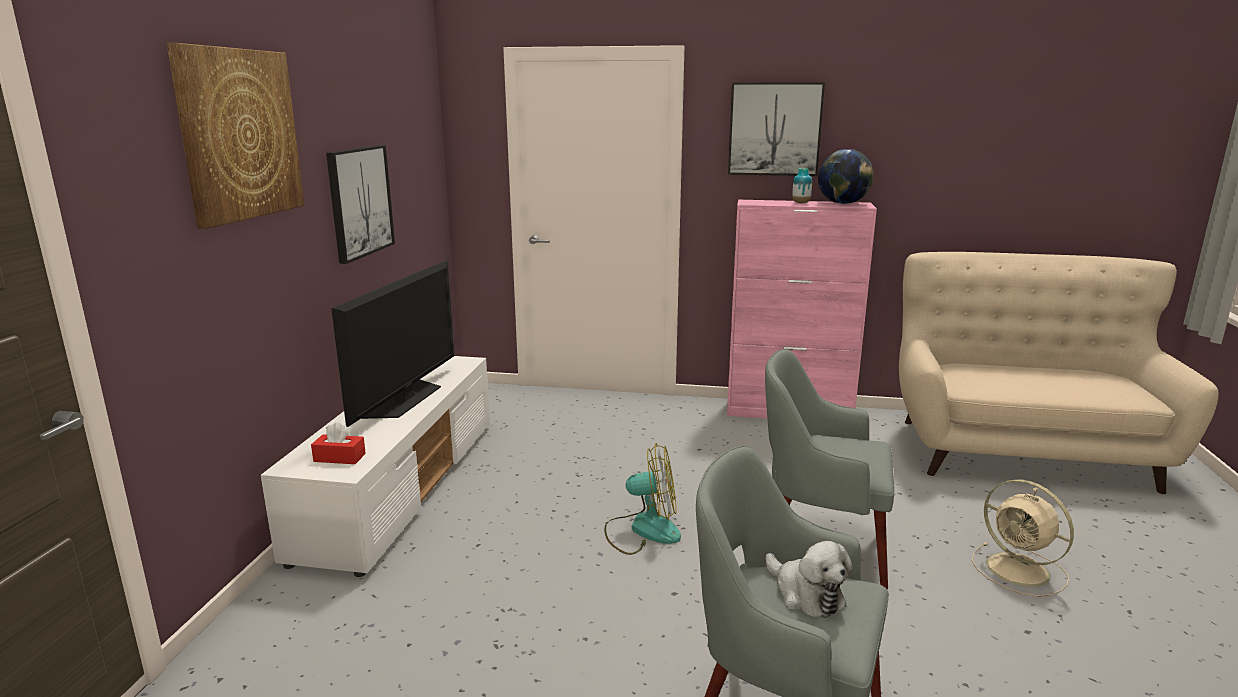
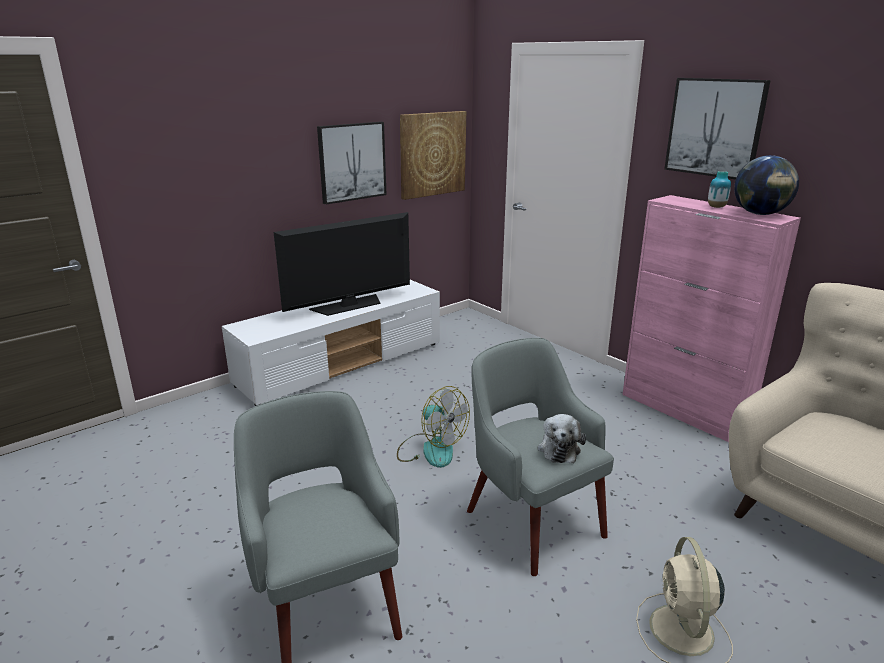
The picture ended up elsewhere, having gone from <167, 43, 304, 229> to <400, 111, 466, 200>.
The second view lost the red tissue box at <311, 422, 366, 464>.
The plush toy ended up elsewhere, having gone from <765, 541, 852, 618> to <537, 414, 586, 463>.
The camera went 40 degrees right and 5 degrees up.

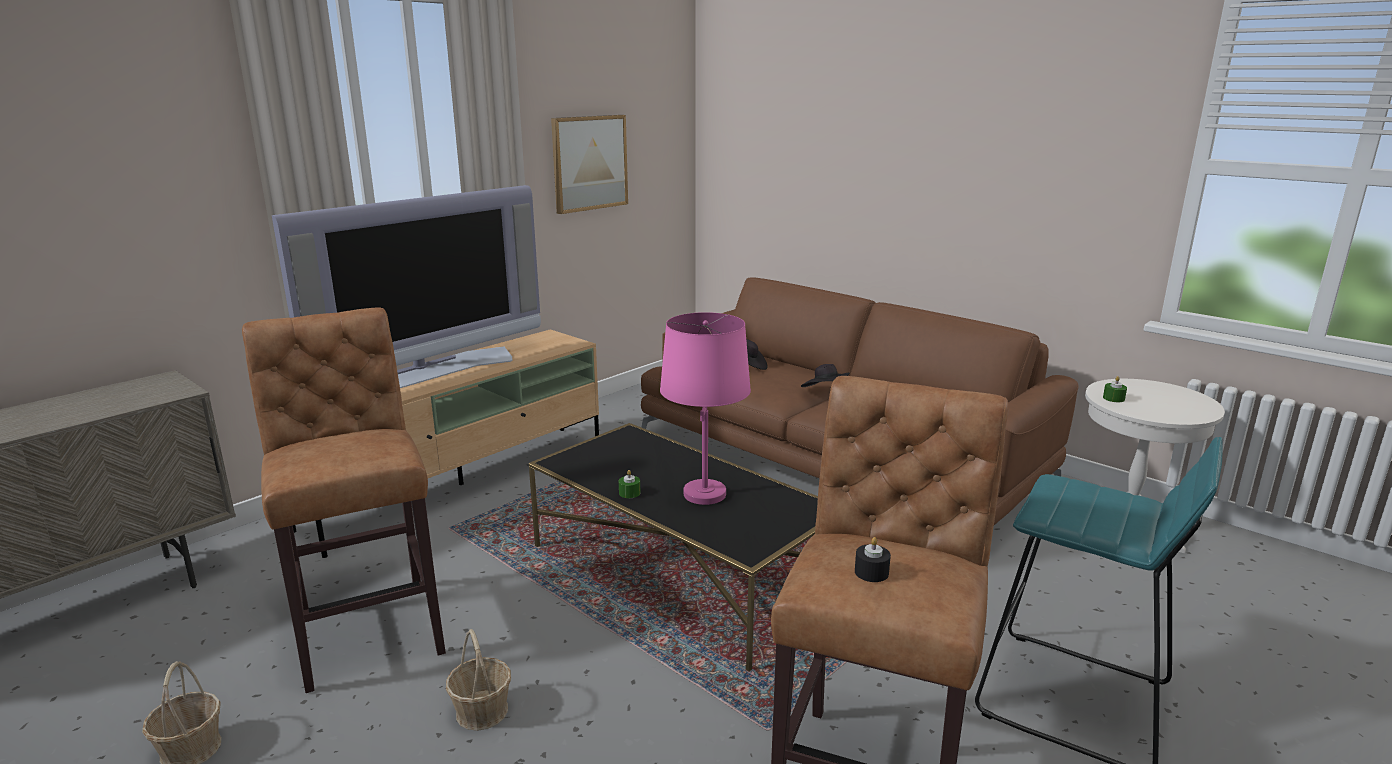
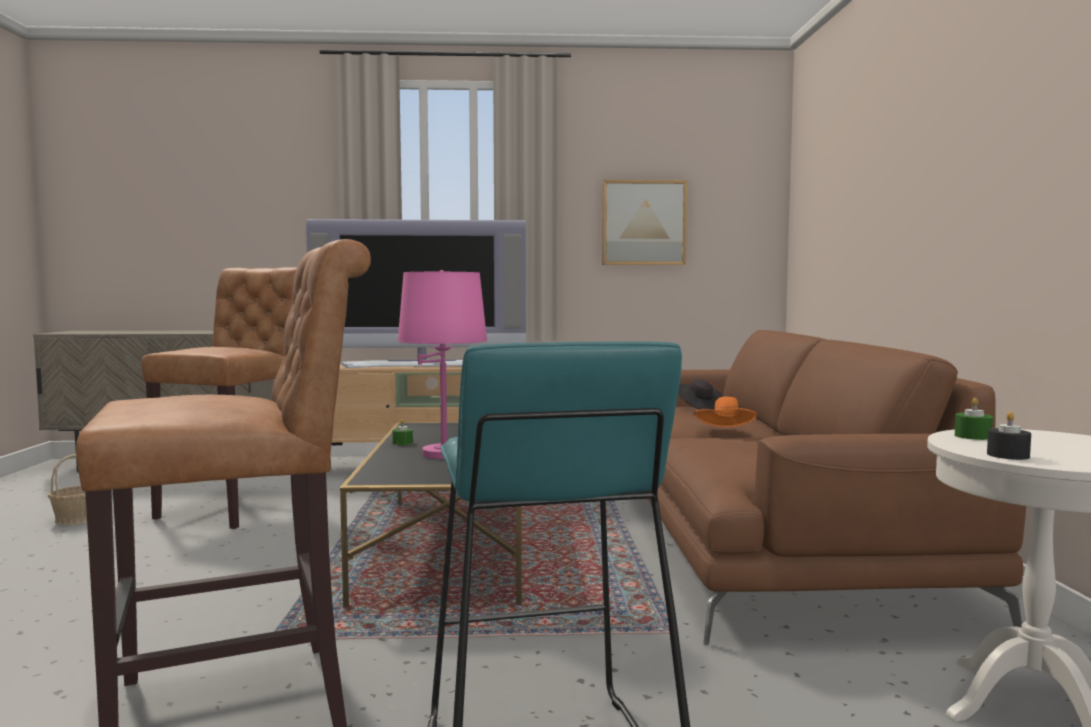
The second view lost the basket at <446, 629, 511, 731>.
What was the black hat at <801, 364, 850, 387> turned into the orange hat at <695, 397, 757, 427>.
The black candle ended up elsewhere, having gone from <855, 537, 891, 582> to <987, 412, 1031, 460>.
The camera went 45 degrees right and 15 degrees down.

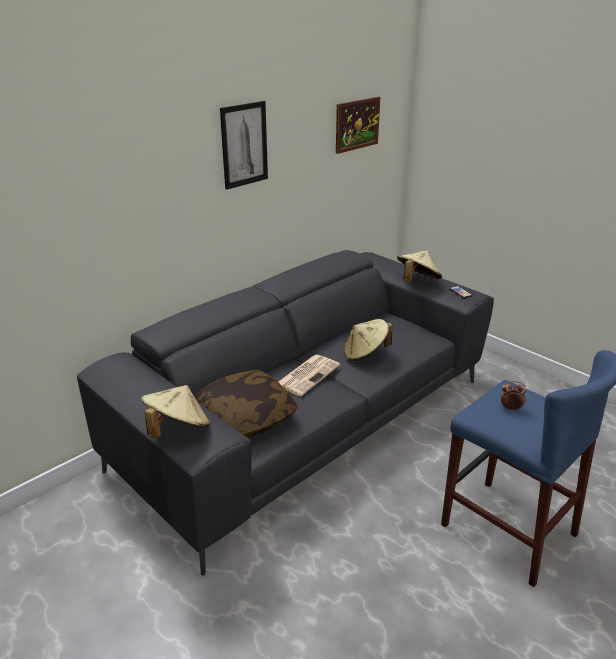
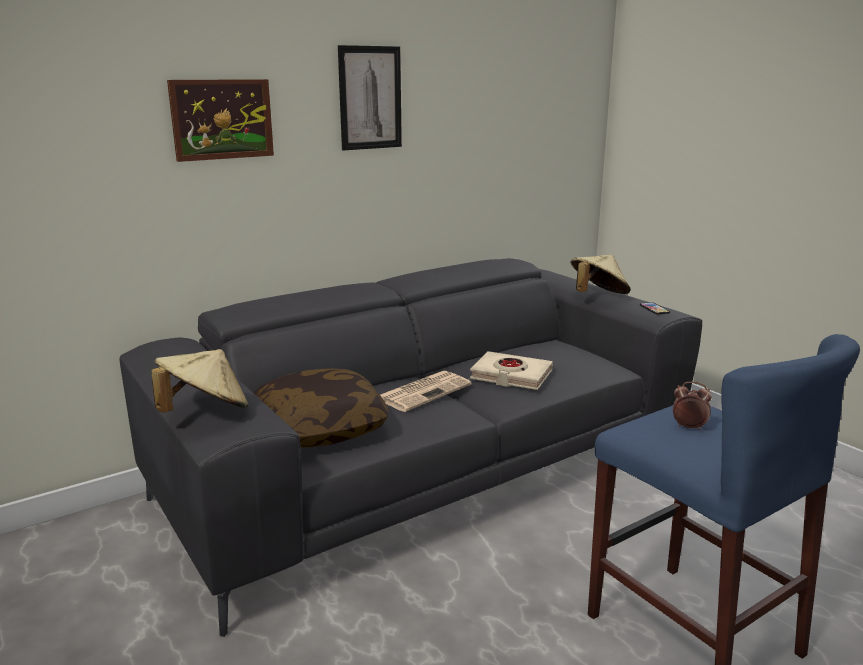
The picture ended up elsewhere, having gone from <336, 97, 380, 154> to <167, 79, 274, 162>.
Where the beige hat stood at <344, 319, 393, 361>, the beige book came to stand at <470, 351, 553, 390>.
The camera went 10 degrees right and 10 degrees down.

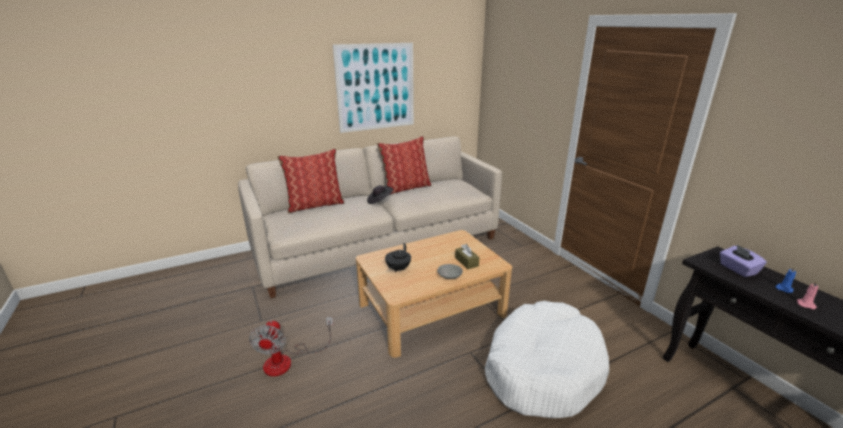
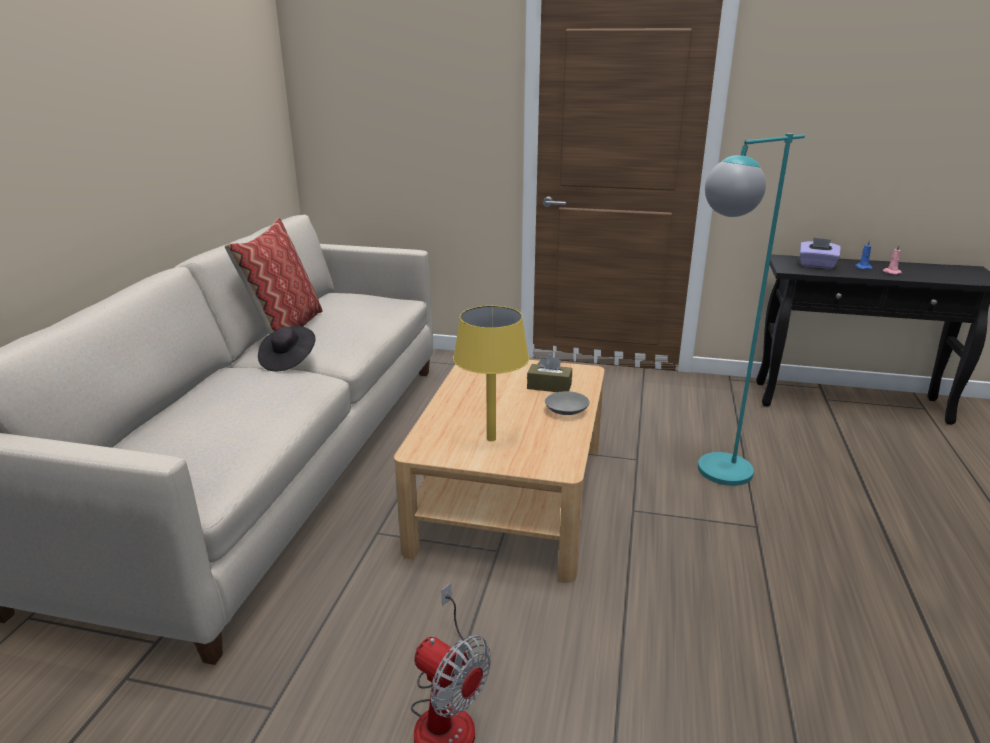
The second view lost the pillow at <277, 148, 344, 213>.
The second view lost the picture at <333, 43, 414, 133>.
Where the black teapot stood at <385, 243, 411, 273>, the yellow table lamp came to stand at <453, 306, 529, 441>.
Where the white dog bed stood at <485, 301, 609, 418>, the turquoise floor lamp came to stand at <698, 133, 805, 486>.
The camera went 50 degrees left and 0 degrees up.

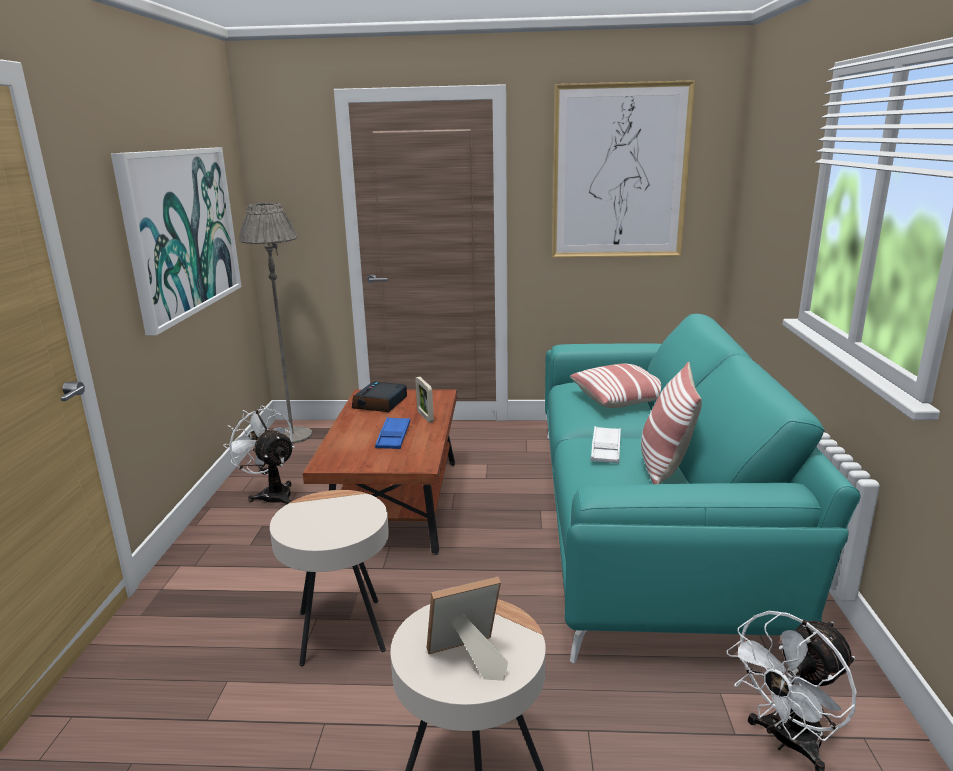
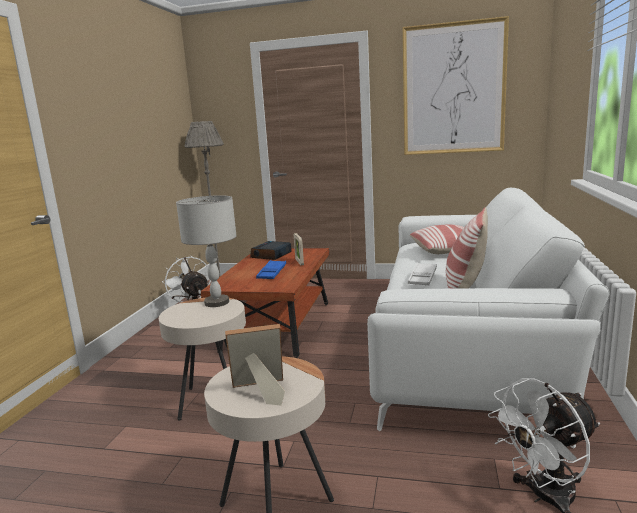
The second view lost the picture at <111, 147, 242, 335>.
What was the turquoise sofa at <545, 314, 861, 664> turned into the white sofa at <367, 188, 610, 448>.
The second view gained the grey table lamp at <176, 195, 237, 307>.
The camera went 10 degrees right and 5 degrees down.

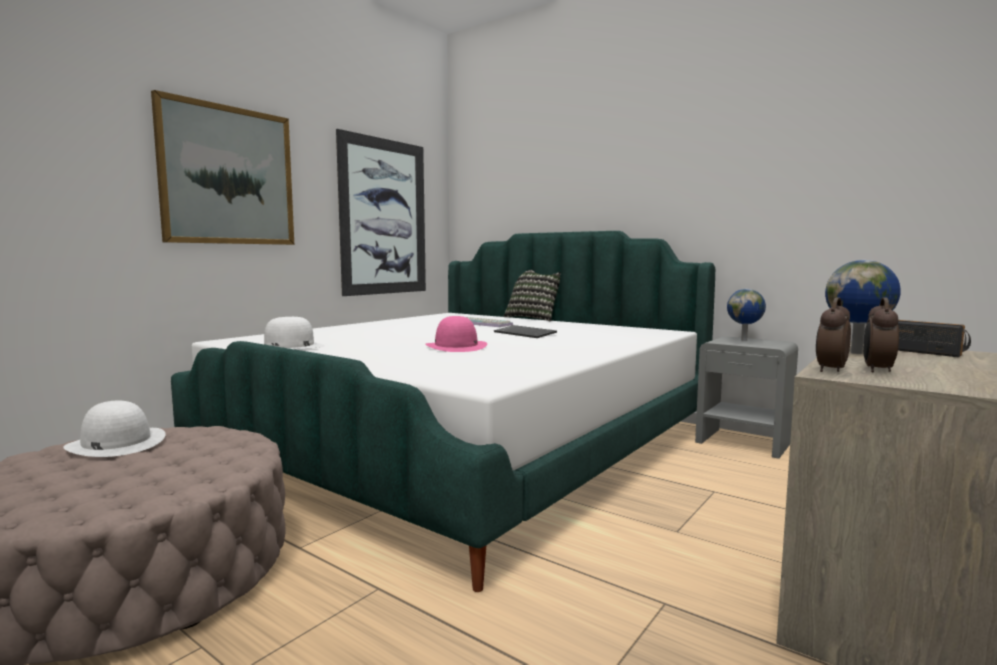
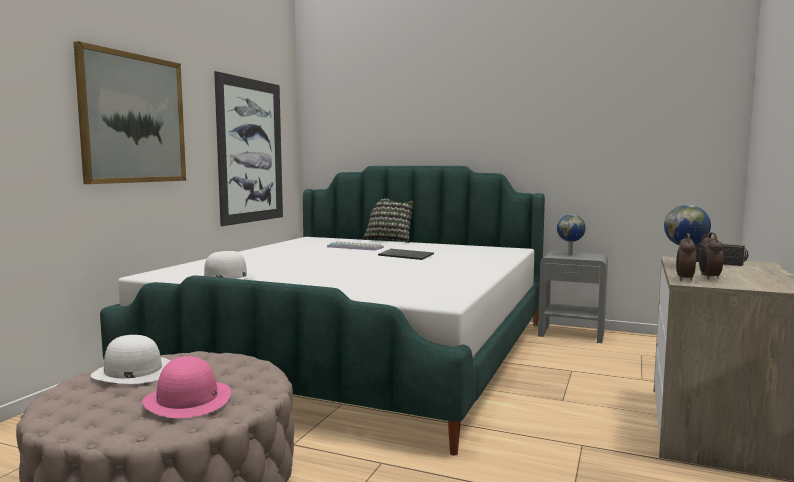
The pink hat ended up elsewhere, having gone from <425, 316, 487, 352> to <142, 356, 231, 418>.
The camera went 15 degrees left and 0 degrees up.

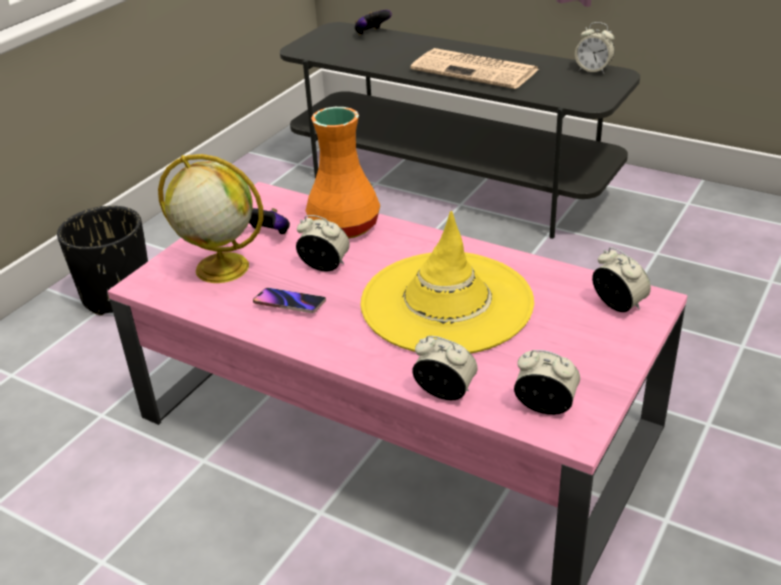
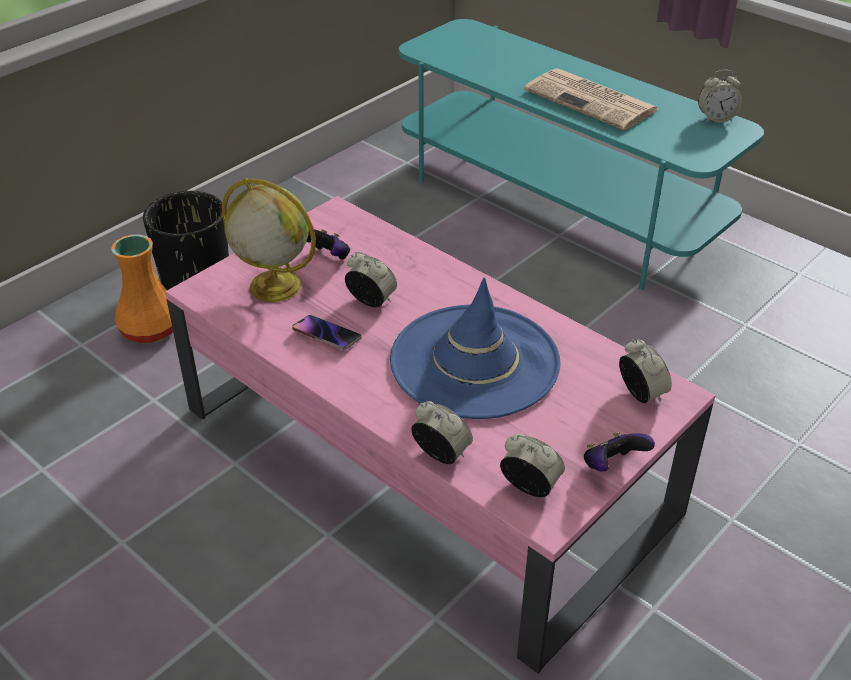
What was the grey tv stand at <280, 22, 640, 239> turned into the turquoise tv stand at <399, 19, 764, 290>.
The orange vase ended up elsewhere, having gone from <306, 107, 380, 239> to <111, 234, 173, 343>.
The game controller ended up elsewhere, having gone from <355, 10, 392, 35> to <584, 432, 655, 472>.
What was the yellow hat at <360, 211, 534, 353> turned into the blue hat at <390, 278, 561, 419>.
The alarm clock at <575, 22, 615, 74> ended up facing another way, 45 degrees counterclockwise from before.
The camera went 10 degrees right and 5 degrees up.

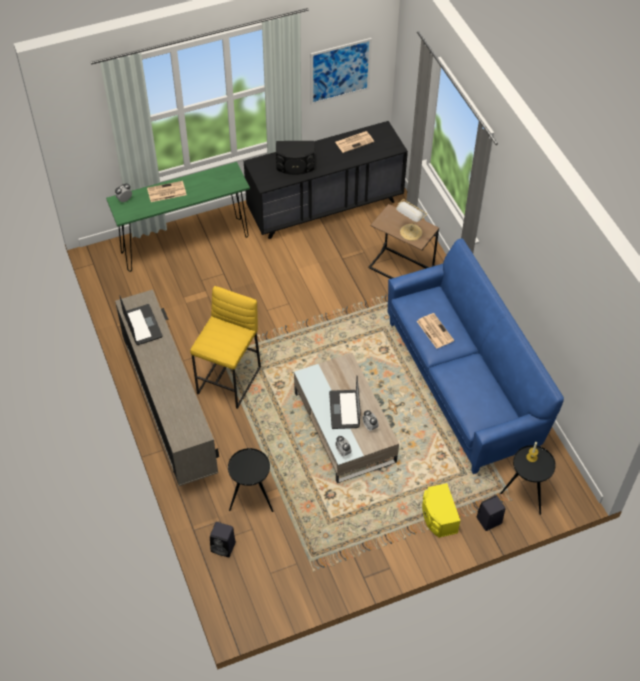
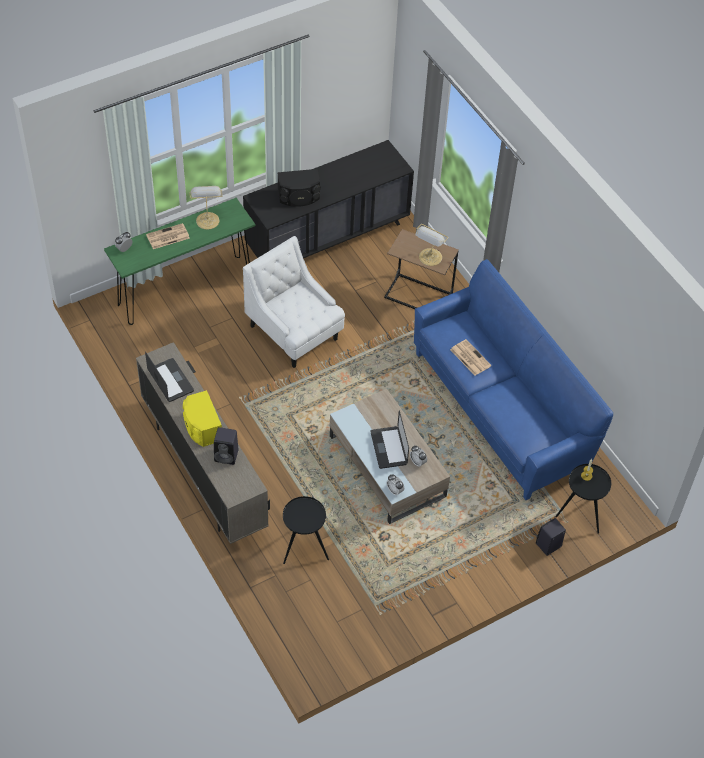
The second view lost the yellow stool at <190, 286, 261, 409>.
The black speaker ended up elsewhere, having gone from <210, 522, 236, 557> to <214, 427, 238, 465>.
The second view lost the picture at <310, 38, 372, 105>.
The second view lost the newspaper at <335, 131, 374, 153>.
The yellow speaker ended up elsewhere, having gone from <422, 483, 461, 538> to <183, 390, 222, 447>.
The second view gained the table lamp at <189, 186, 222, 230>.
The second view gained the white armchair at <243, 236, 345, 368>.
The camera went 10 degrees left and 0 degrees up.

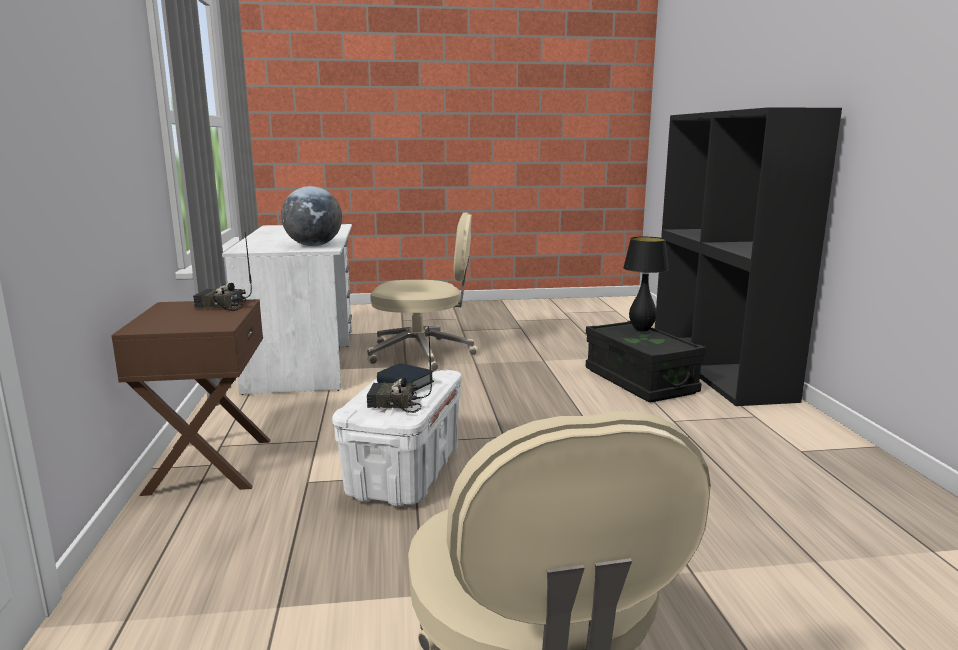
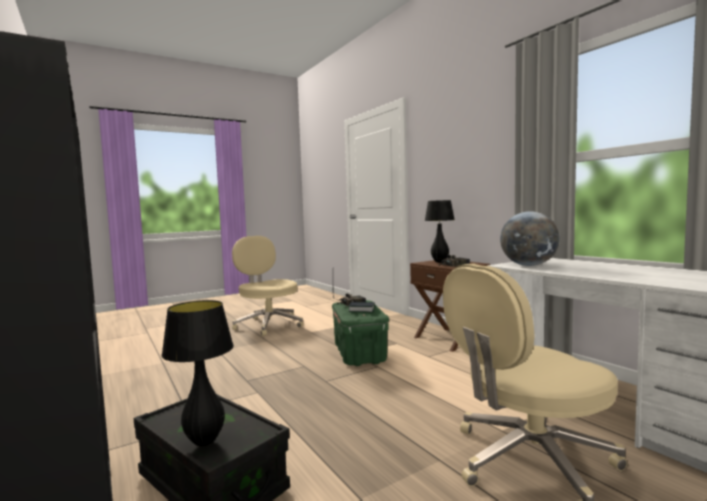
What was the white storage box at <332, 370, 462, 507> turned into the green storage box at <332, 300, 389, 366>.
The second view gained the black table lamp at <425, 200, 454, 263>.
The camera went 155 degrees right and 10 degrees down.

